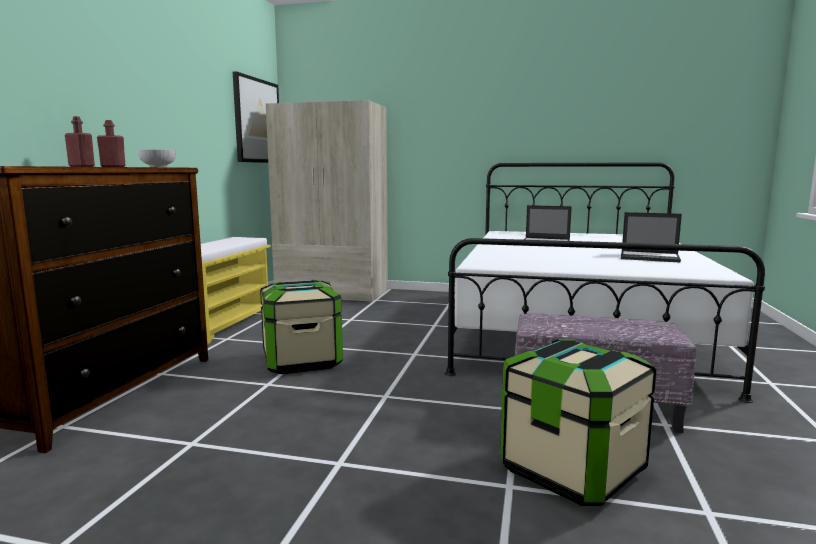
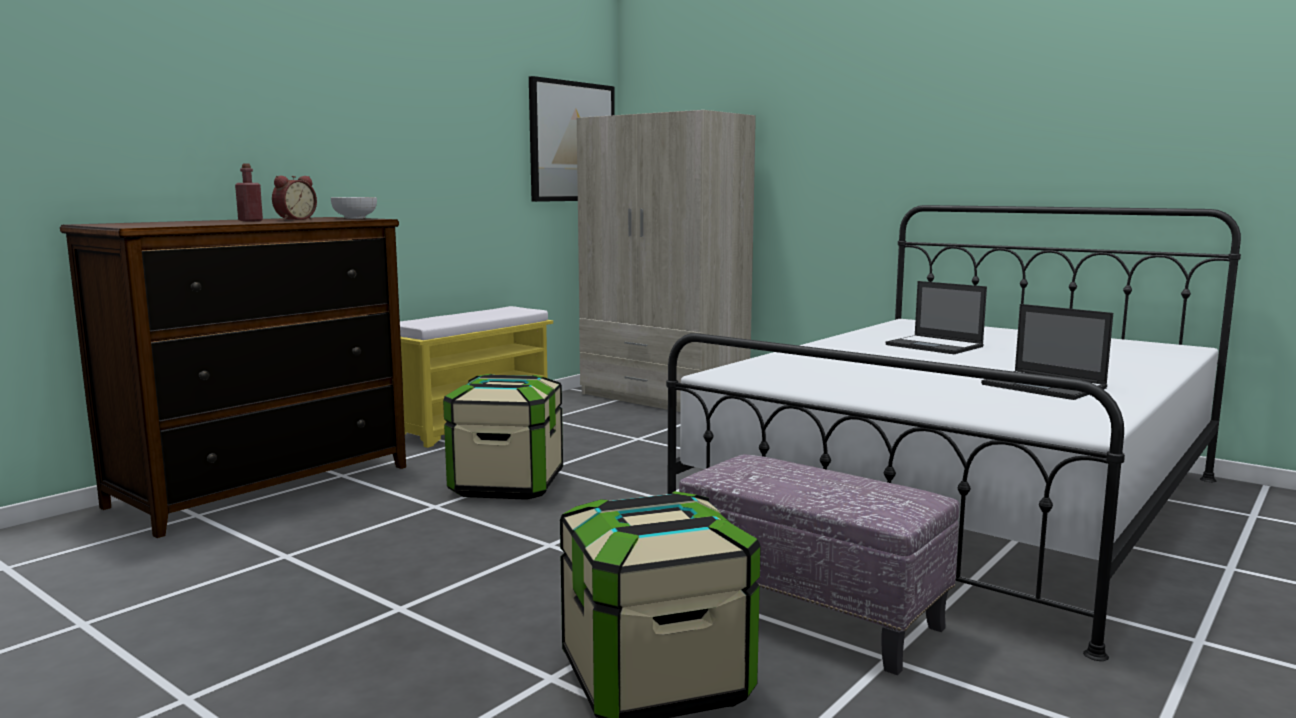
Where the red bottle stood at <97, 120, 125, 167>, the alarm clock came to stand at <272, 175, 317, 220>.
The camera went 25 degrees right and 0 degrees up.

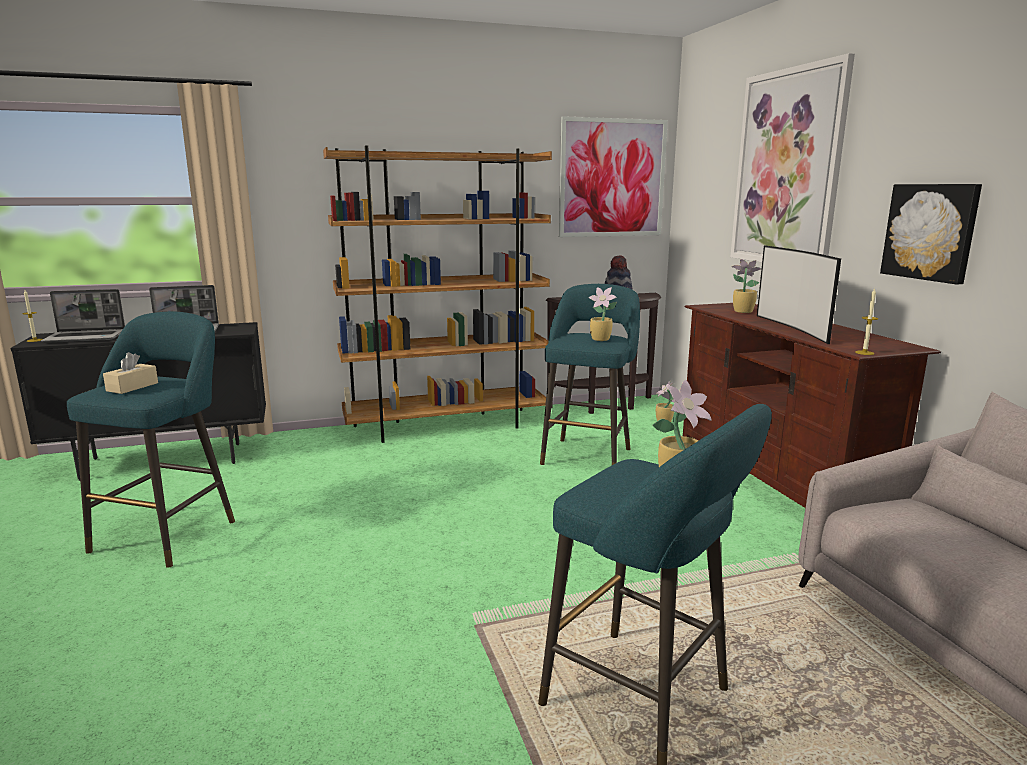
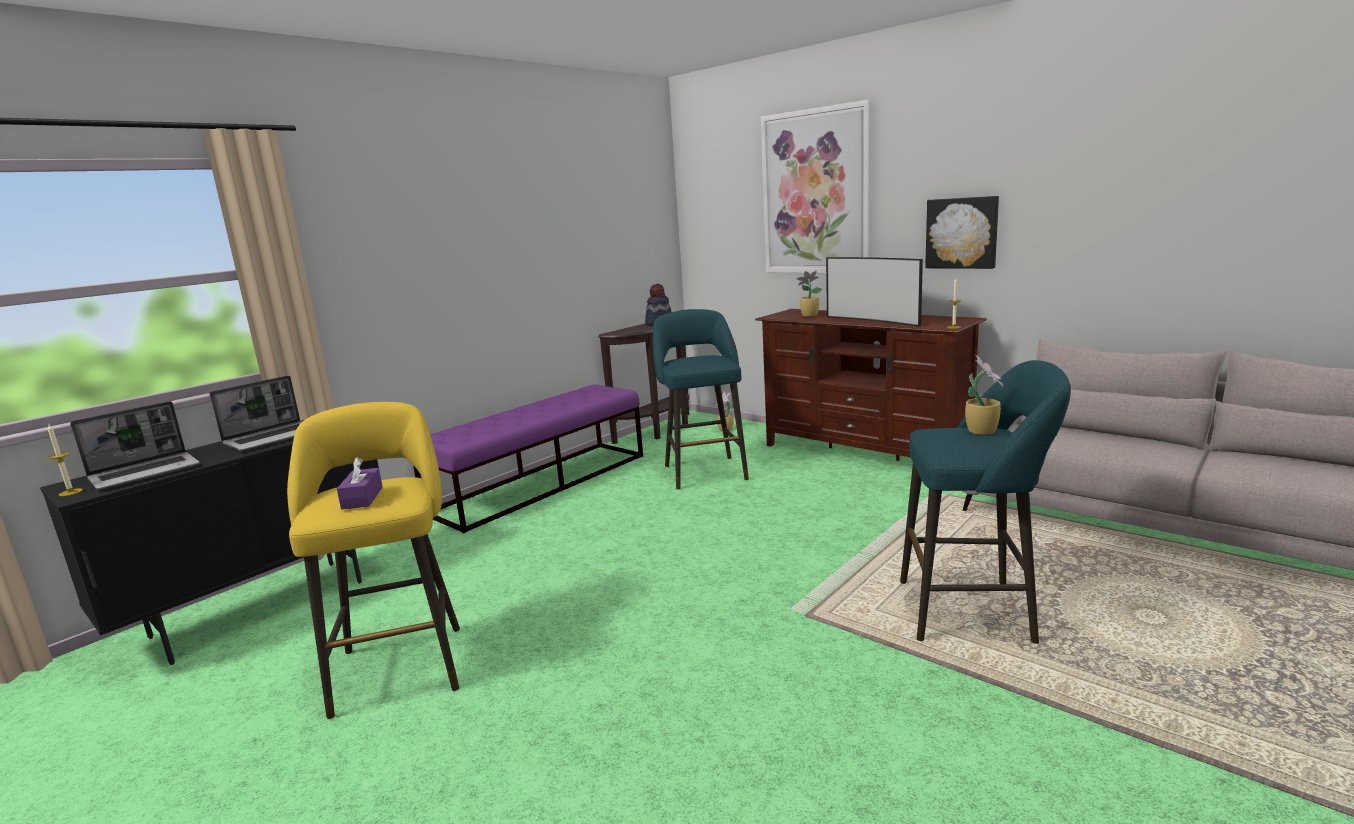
What was the turquoise stool at <67, 312, 235, 568> turned into the yellow stool at <287, 402, 460, 719>.
What was the beige tissue box at <103, 352, 158, 394> turned into the purple tissue box at <337, 457, 383, 510>.
Where the brown bookcase stood at <323, 145, 552, 443>, the purple bench came to stand at <413, 384, 643, 533>.
The second view lost the picture at <559, 116, 668, 237>.
The second view lost the potted plant at <588, 287, 617, 341>.
The camera went 30 degrees left and 0 degrees up.

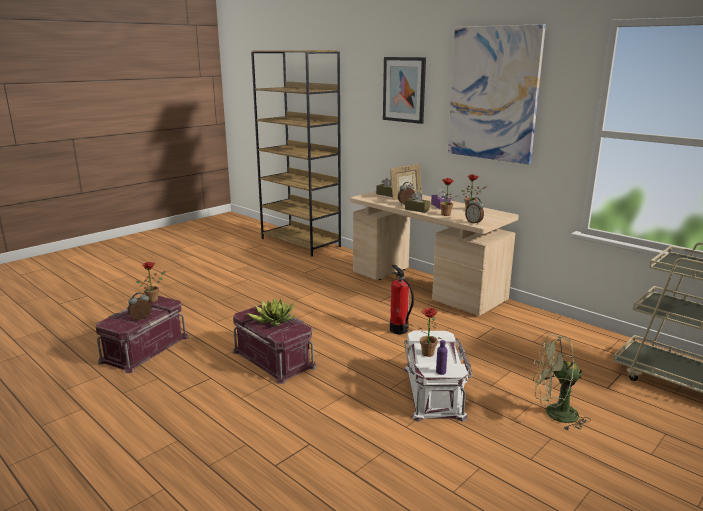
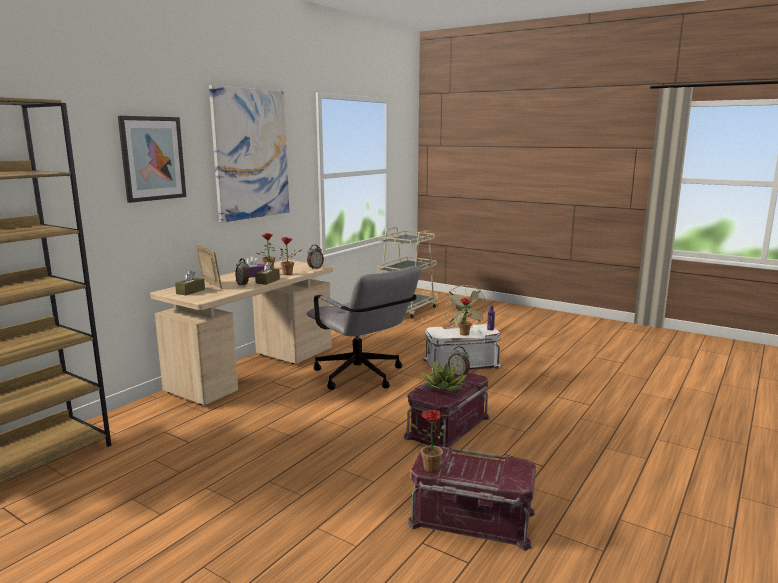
The alarm clock ended up elsewhere, having gone from <128, 292, 152, 320> to <448, 346, 470, 376>.
Where the fire extinguisher stood at <390, 265, 414, 334>, the grey office chair came to stand at <307, 266, 422, 390>.
The camera went 100 degrees left and 5 degrees down.

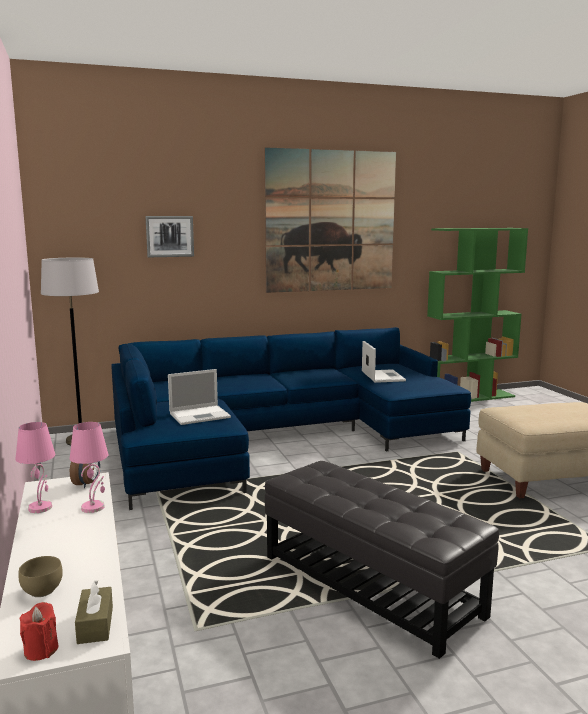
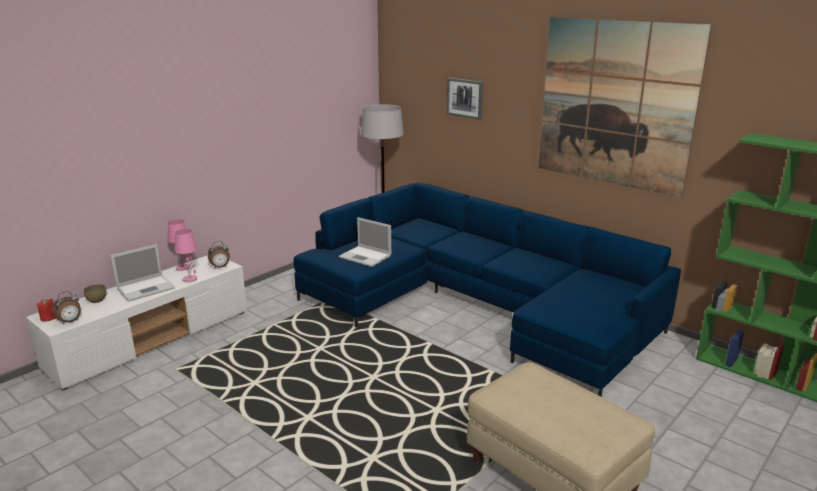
Where the brown tissue box stood at <75, 580, 113, 644>, the alarm clock came to stand at <52, 291, 81, 325>.
The second view lost the black ottoman at <265, 461, 499, 659>.
The laptop ended up elsewhere, having gone from <362, 341, 406, 383> to <110, 244, 175, 302>.
The camera went 60 degrees right and 10 degrees up.

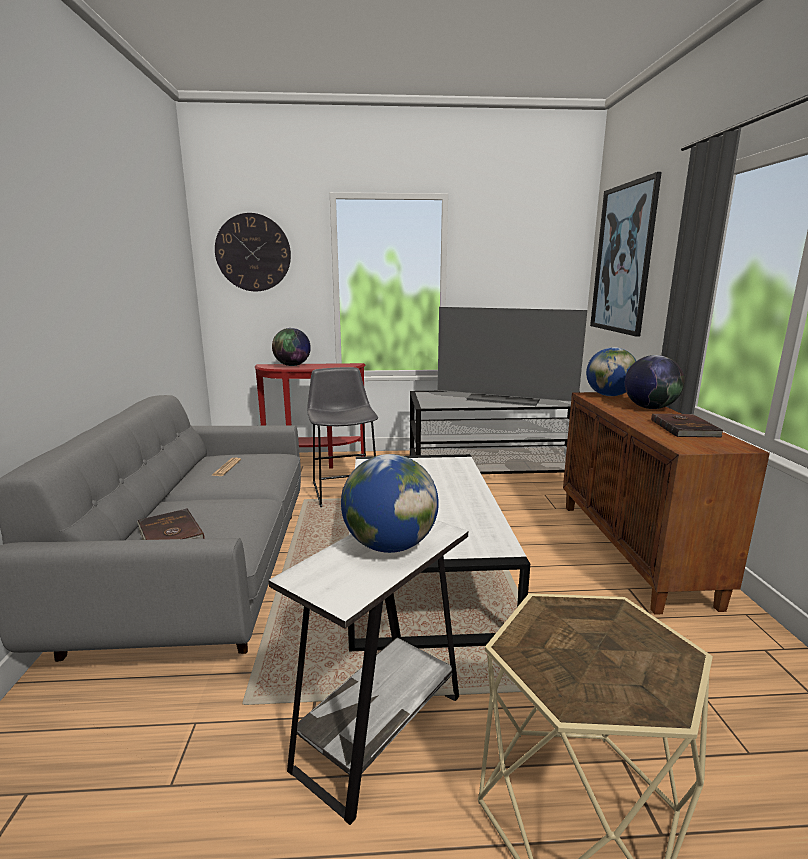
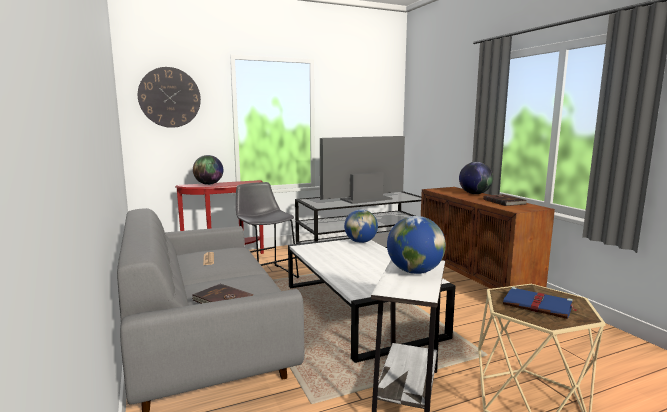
The television at <438, 307, 587, 406> ended up facing another way, 150 degrees clockwise from before.
The globe ended up elsewhere, having gone from <586, 347, 636, 396> to <344, 209, 378, 243>.
The second view lost the picture at <590, 172, 662, 337>.
The second view gained the blue book at <503, 287, 577, 319>.
The camera went 20 degrees left and 5 degrees down.

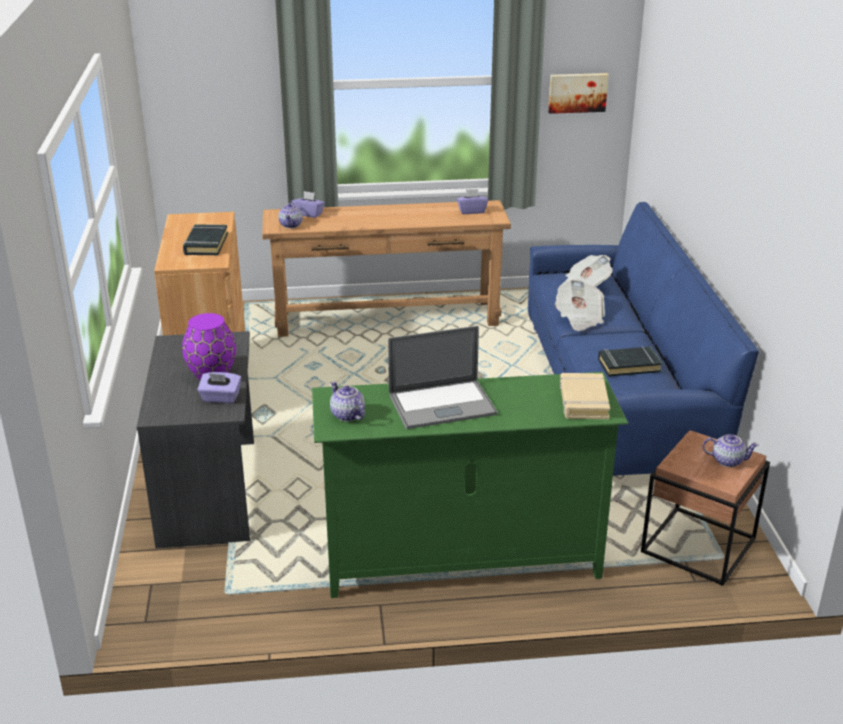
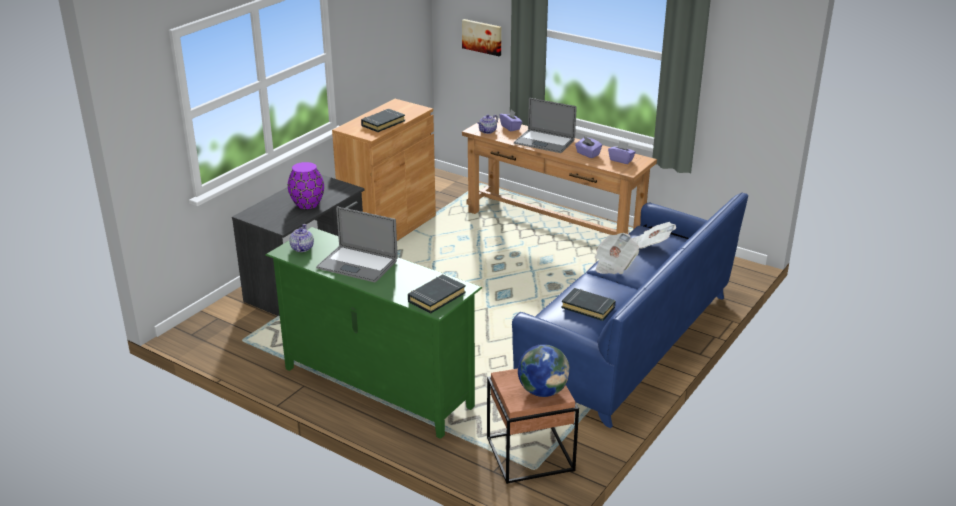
The purple tissue box ended up elsewhere, having gone from <197, 372, 241, 403> to <575, 137, 602, 158>.
The picture ended up elsewhere, having gone from <548, 73, 608, 114> to <462, 19, 502, 56>.
What was the beige book at <560, 373, 610, 419> turned into the black book at <408, 274, 466, 313>.
Where the teapot stood at <702, 434, 759, 467>, the globe came to stand at <518, 344, 570, 397>.
The second view gained the laptop at <514, 98, 577, 153>.
The camera went 40 degrees right and 0 degrees up.

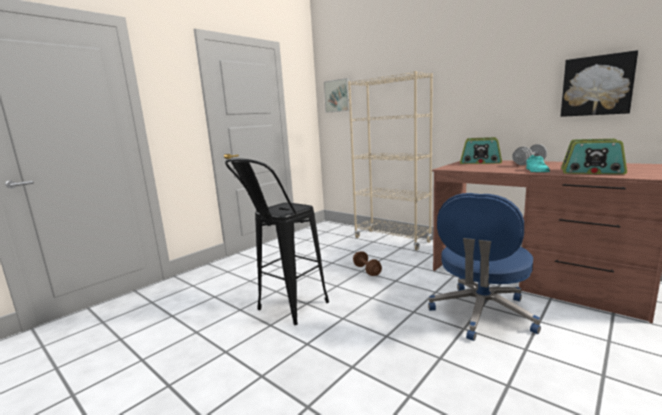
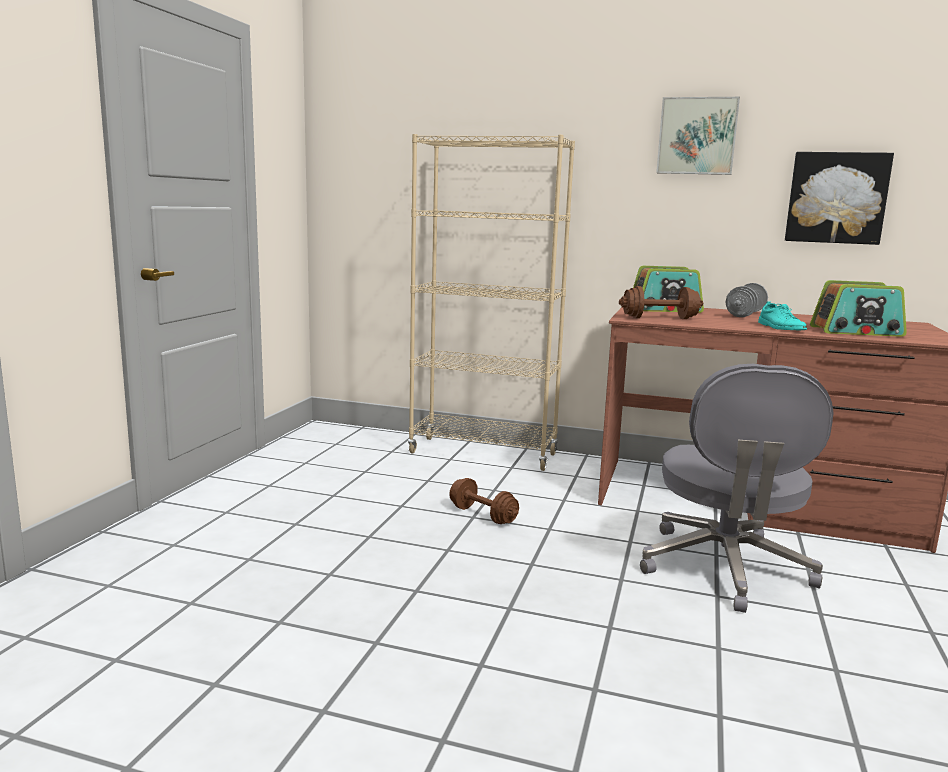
The second view lost the black stool at <225, 158, 329, 325>.
The picture ended up elsewhere, having gone from <324, 78, 350, 113> to <656, 97, 740, 175>.
What was the blue office chair at <428, 193, 541, 341> turned into the grey office chair at <640, 364, 834, 613>.
The second view gained the brown dumbbell at <619, 286, 703, 319>.
The camera went 25 degrees left and 0 degrees up.

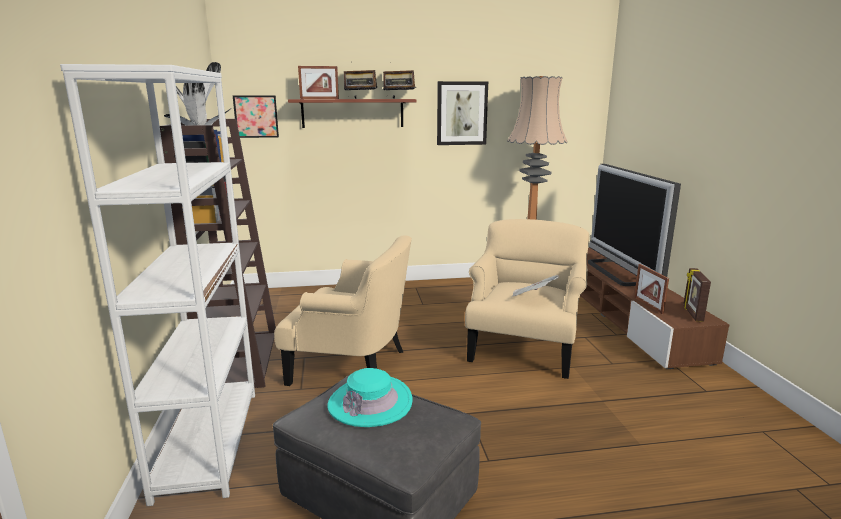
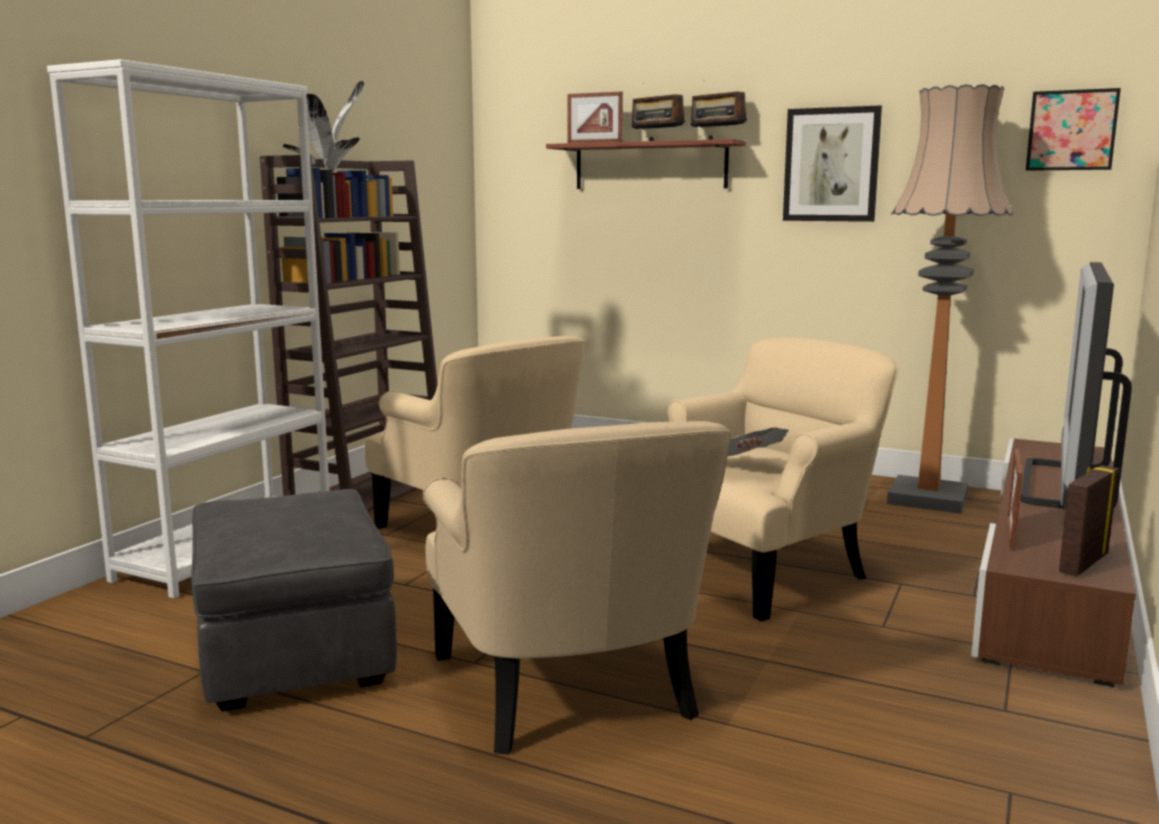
The picture ended up elsewhere, having gone from <233, 95, 279, 138> to <1026, 88, 1121, 171>.
The second view lost the turquoise hat at <327, 368, 412, 427>.
The second view gained the beige armchair at <423, 421, 731, 755>.
The camera went 35 degrees right and 5 degrees down.

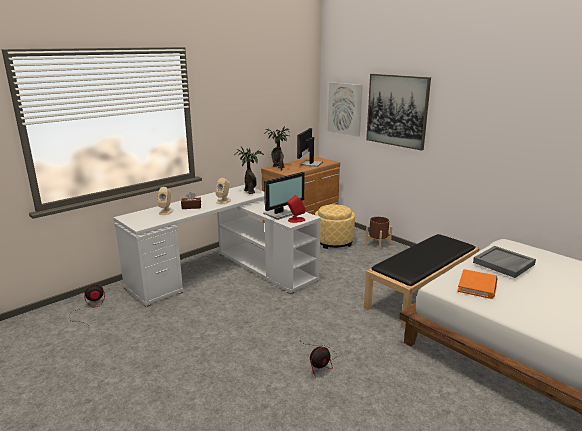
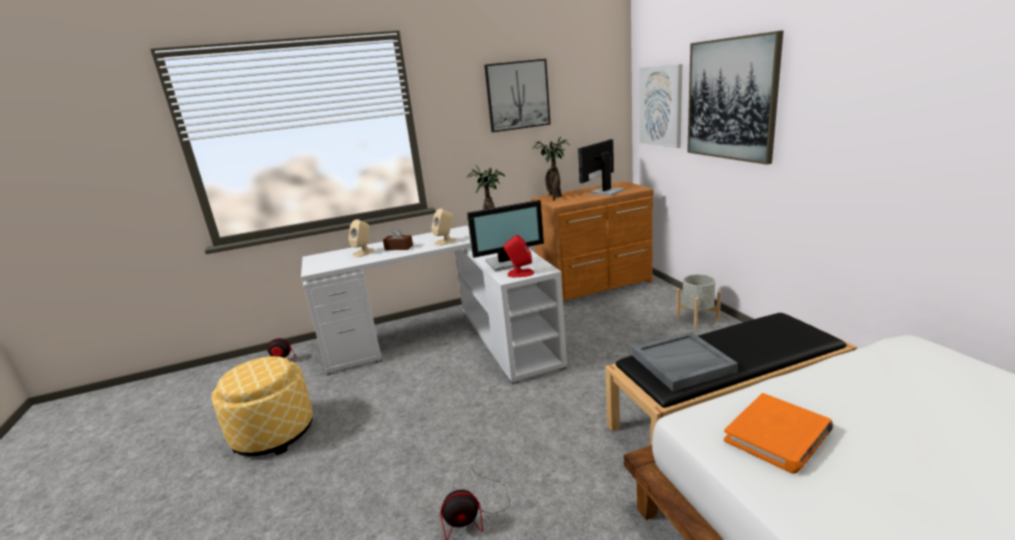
The ottoman ended up elsewhere, having gone from <315, 204, 355, 249> to <212, 356, 313, 456>.
What was the brown planter at <365, 217, 392, 250> turned into the grey planter at <676, 274, 721, 329>.
The grey tray ended up elsewhere, having gone from <473, 246, 536, 278> to <632, 332, 738, 391>.
The second view gained the picture at <484, 59, 551, 132>.
The camera went 25 degrees right and 0 degrees up.

